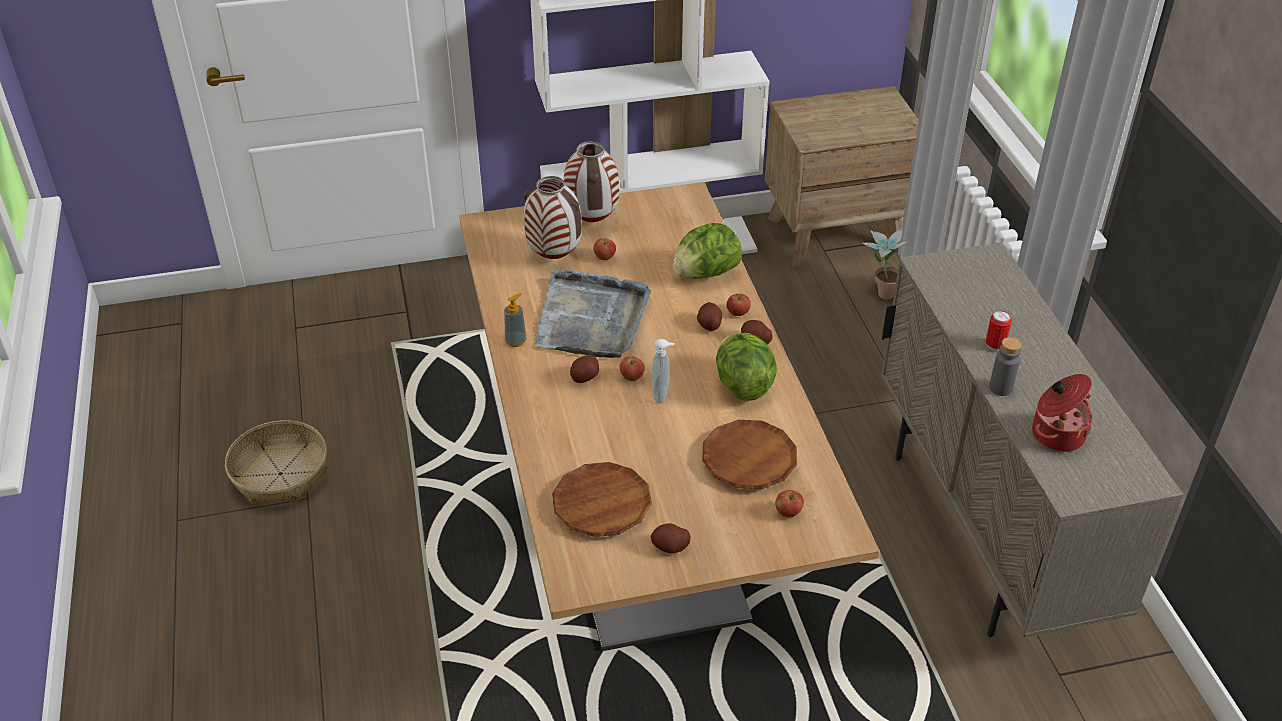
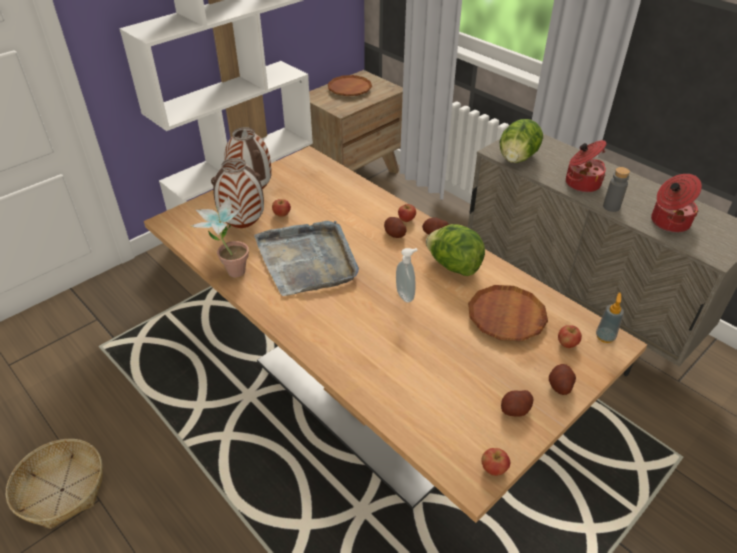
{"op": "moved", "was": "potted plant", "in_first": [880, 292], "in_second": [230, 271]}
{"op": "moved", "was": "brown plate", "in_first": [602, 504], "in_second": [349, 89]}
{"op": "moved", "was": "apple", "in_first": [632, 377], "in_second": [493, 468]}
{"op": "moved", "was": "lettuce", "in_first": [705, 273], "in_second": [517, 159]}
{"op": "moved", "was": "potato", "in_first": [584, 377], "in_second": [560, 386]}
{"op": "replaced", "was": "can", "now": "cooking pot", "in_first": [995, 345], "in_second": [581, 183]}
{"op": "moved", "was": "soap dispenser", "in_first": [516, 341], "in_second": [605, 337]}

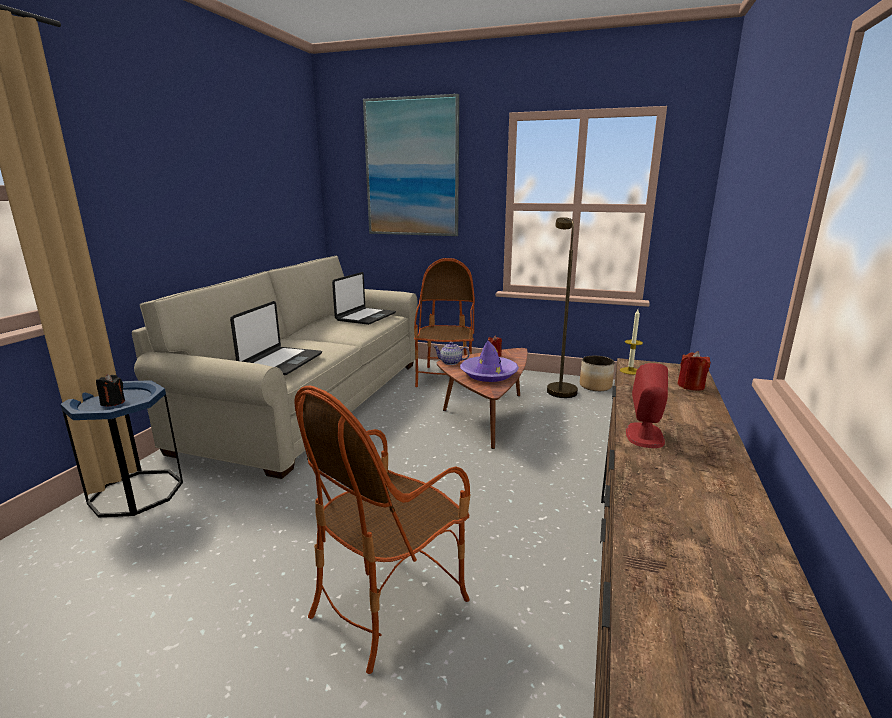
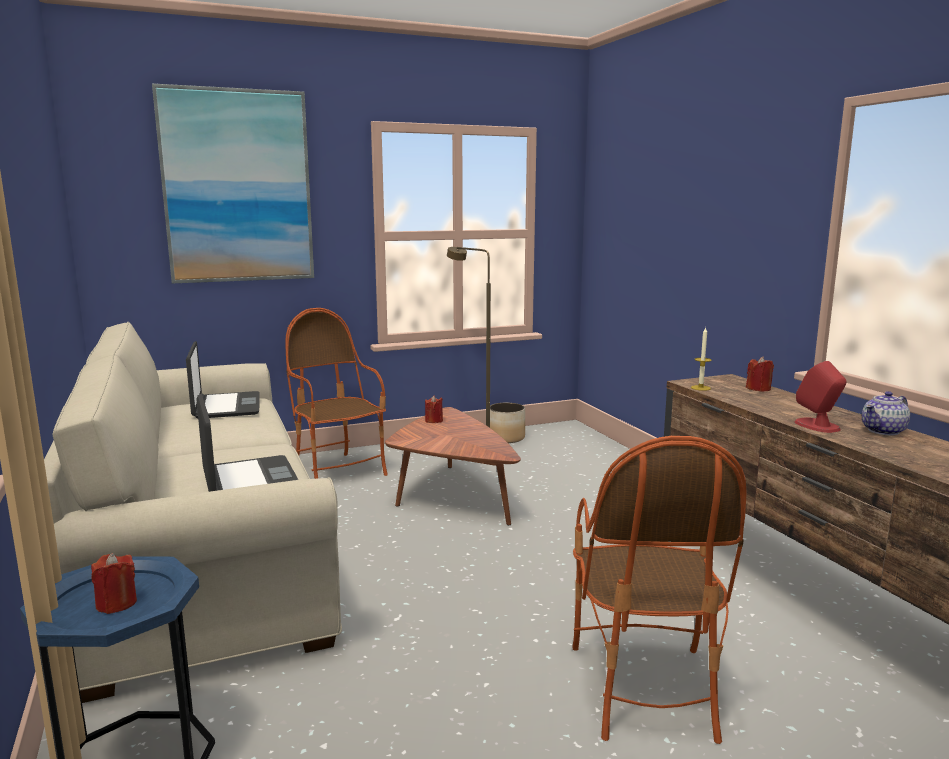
{"op": "recoloured", "was": "black candle", "now": "red candle", "in_first": [113, 402], "in_second": [116, 603]}
{"op": "moved", "was": "teapot", "in_first": [451, 362], "in_second": [884, 431]}
{"op": "removed", "was": "purple hat", "in_first": [488, 374]}

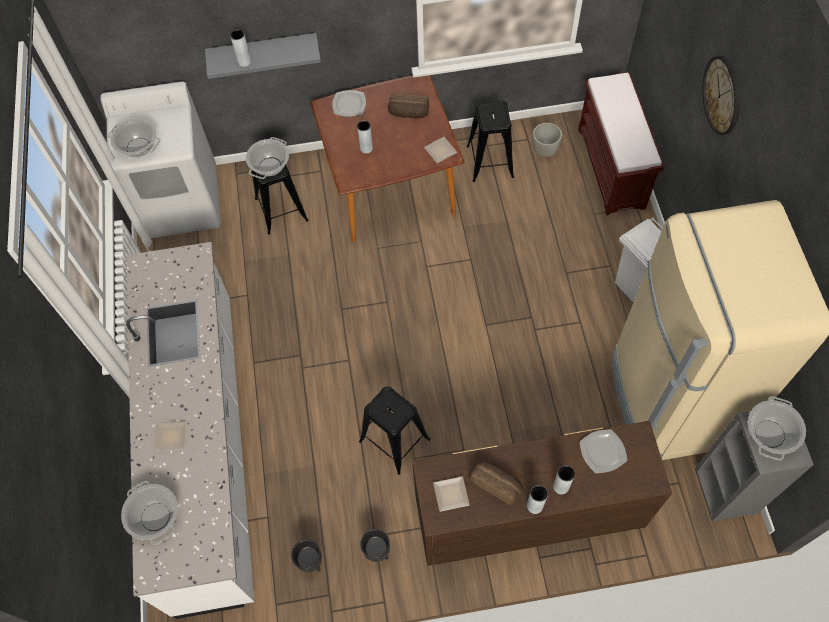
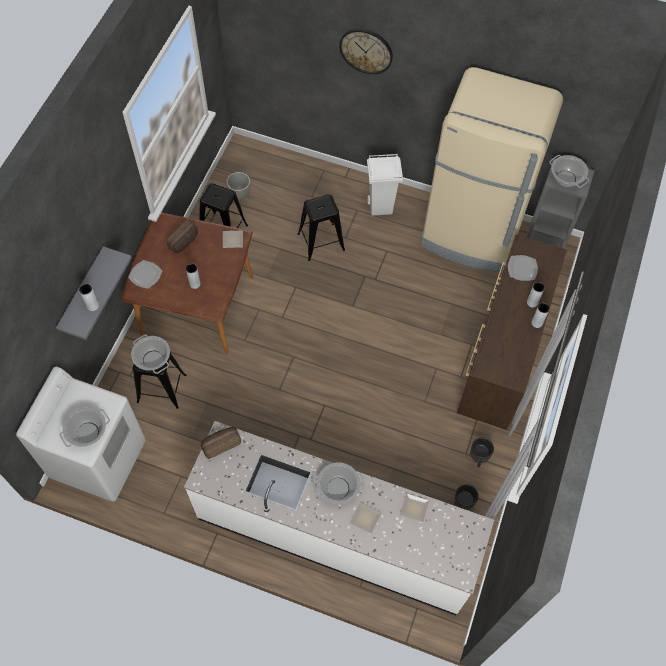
{"op": "moved", "was": "bread", "in_first": [496, 483], "in_second": [220, 444]}
{"op": "moved", "was": "black stool", "in_first": [394, 440], "in_second": [321, 242]}
{"op": "moved", "was": "cooking pot", "in_first": [156, 517], "in_second": [338, 488]}
{"op": "moved", "was": "plate", "in_first": [452, 495], "in_second": [415, 507]}
{"op": "removed", "was": "brown bench", "in_first": [612, 168]}

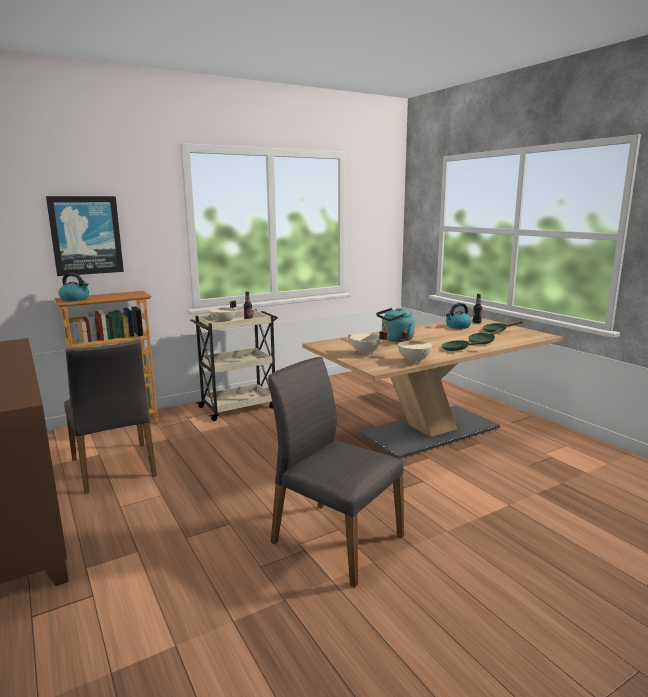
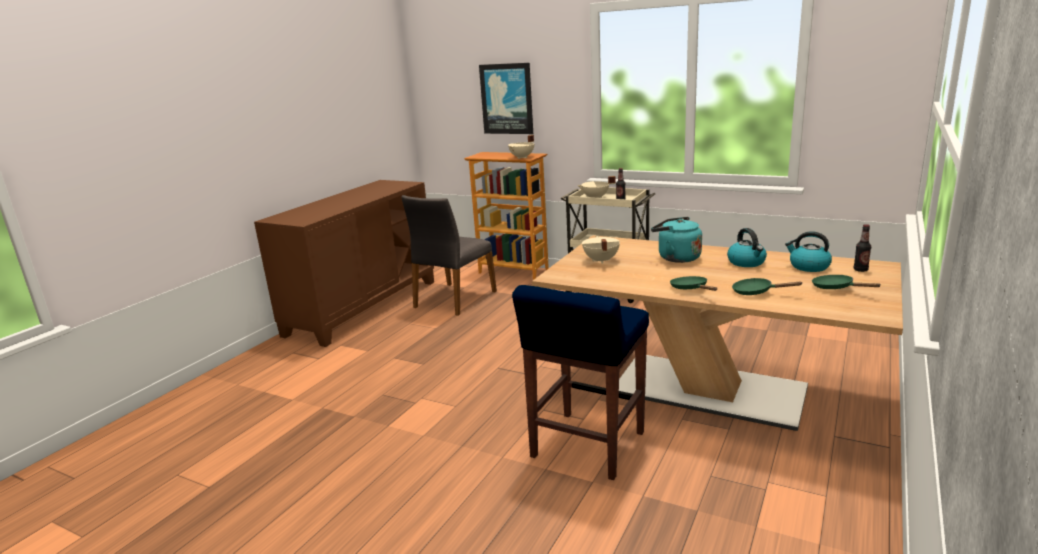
{"op": "moved", "was": "beige cooking pot", "in_first": [414, 361], "in_second": [522, 157]}
{"op": "added", "now": "blue stool", "in_second": [586, 446]}
{"op": "moved", "was": "kettle", "in_first": [75, 299], "in_second": [747, 262]}
{"op": "removed", "was": "grey chair", "in_first": [335, 539]}

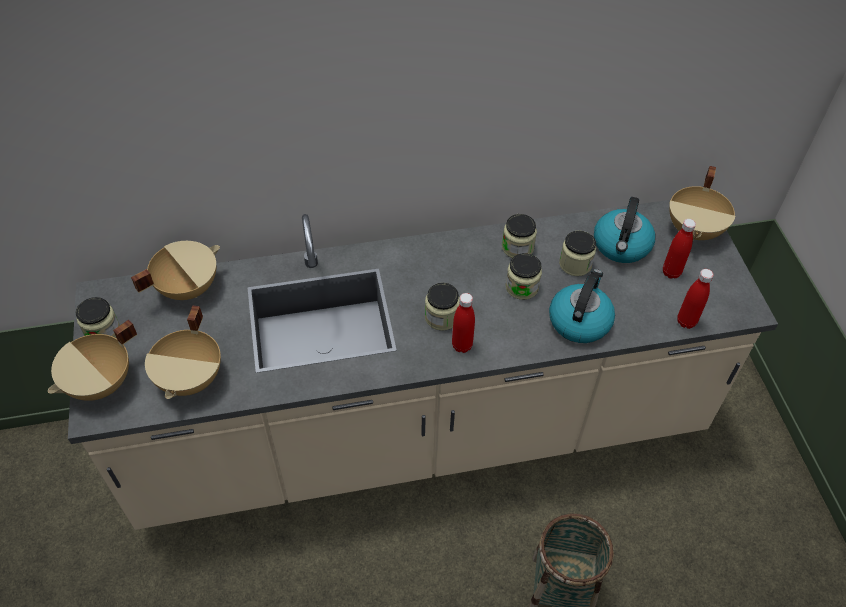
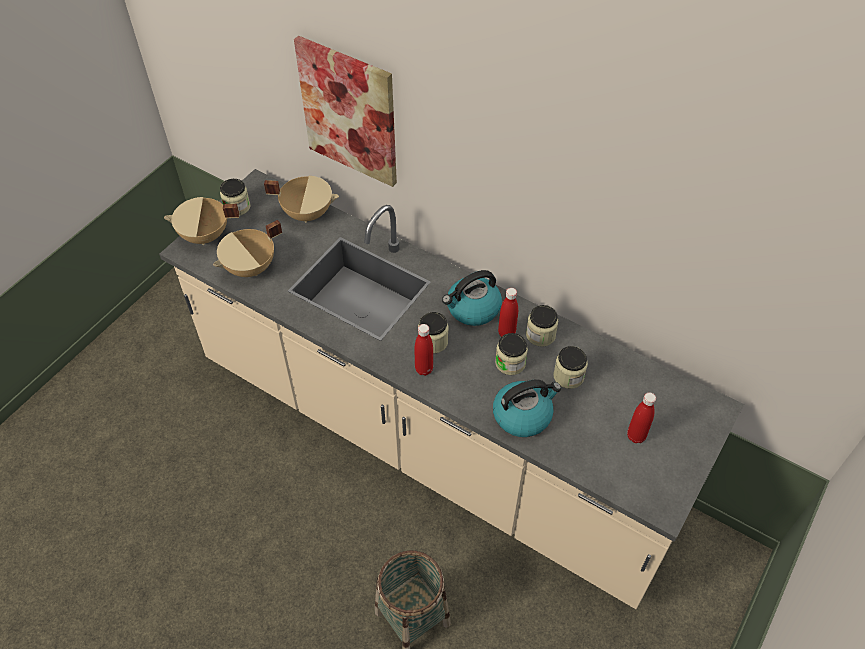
{"op": "added", "now": "picture", "in_second": [349, 112]}
{"op": "moved", "was": "kettle", "in_first": [621, 246], "in_second": [472, 309]}
{"op": "moved", "was": "red bottle", "in_first": [686, 321], "in_second": [506, 333]}
{"op": "removed", "was": "beige cooking pot", "in_first": [695, 230]}

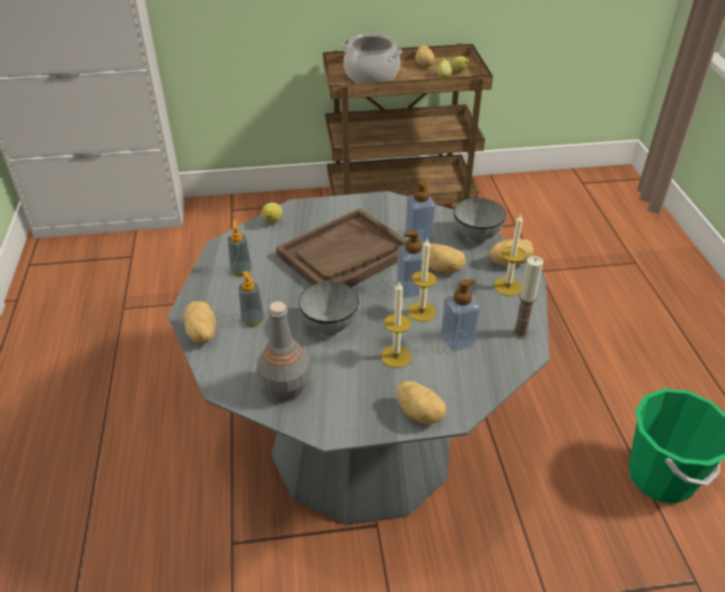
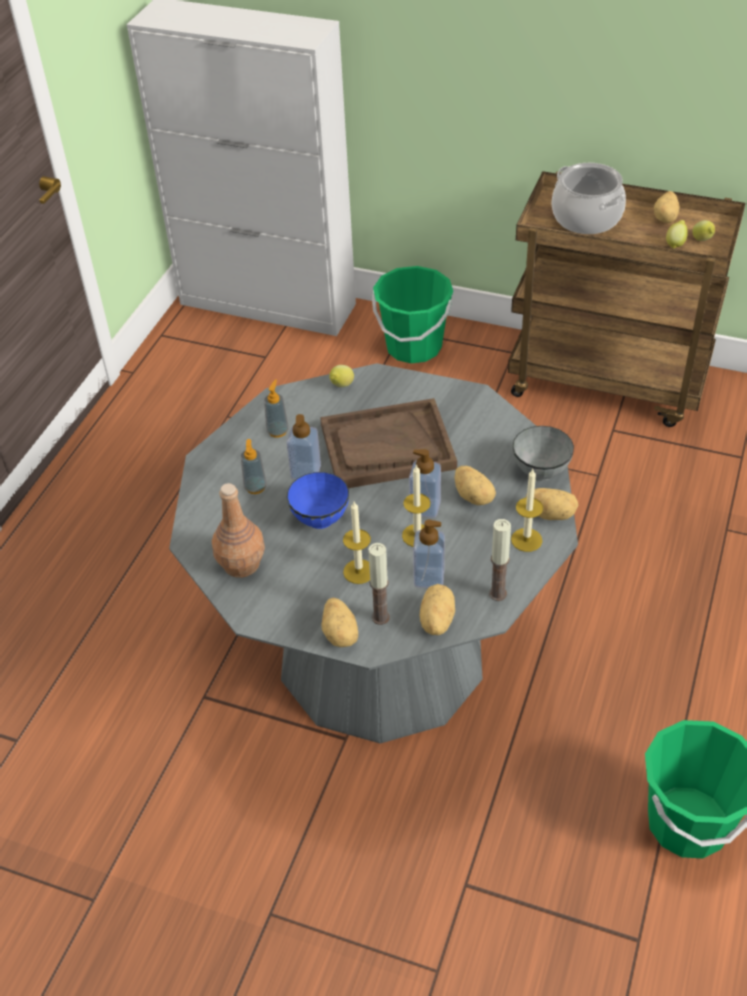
{"op": "recoloured", "was": "grey bottle", "now": "brown bottle", "in_first": [286, 388], "in_second": [241, 564]}
{"op": "moved", "was": "soap dispenser", "in_first": [418, 237], "in_second": [306, 472]}
{"op": "recoloured", "was": "grey bowl", "now": "blue bowl", "in_first": [330, 325], "in_second": [320, 517]}
{"op": "added", "now": "candle", "in_second": [380, 617]}
{"op": "added", "now": "green bucket", "in_second": [413, 347]}
{"op": "moved", "was": "potato", "in_first": [200, 334], "in_second": [435, 621]}

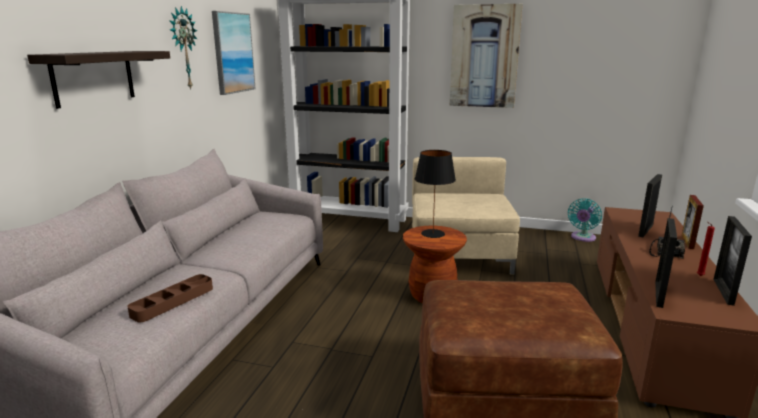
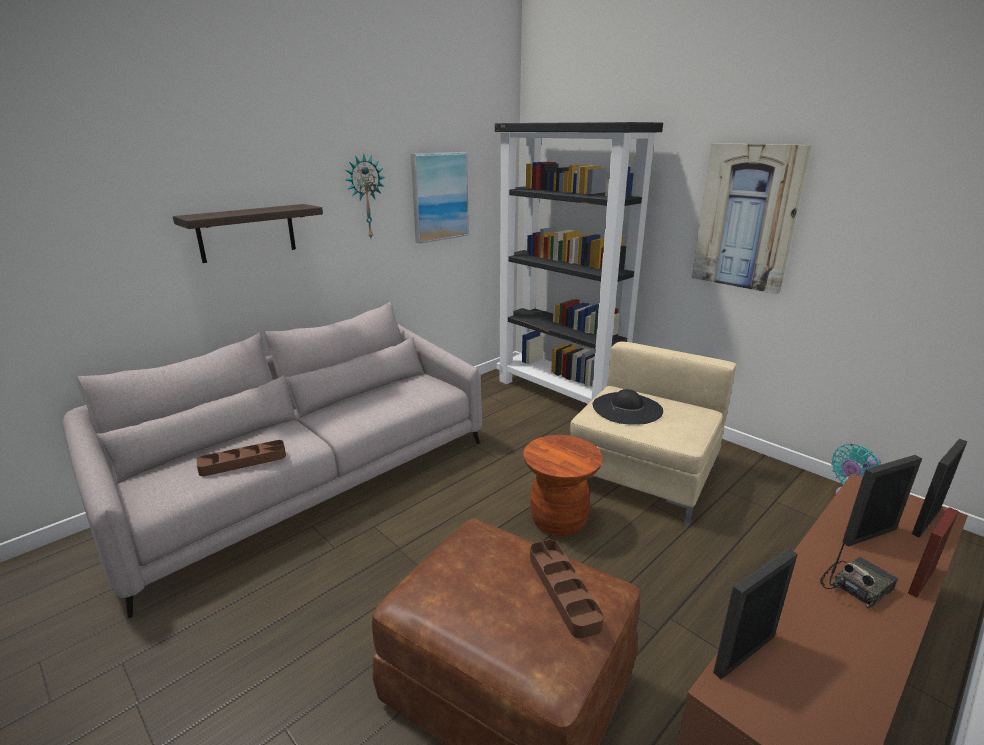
{"op": "added", "now": "brown tray", "in_second": [563, 590]}
{"op": "added", "now": "black hat", "in_second": [627, 408]}
{"op": "moved", "was": "picture frame", "in_first": [723, 291], "in_second": [926, 521]}
{"op": "removed", "was": "black table lamp", "in_first": [432, 234]}
{"op": "removed", "was": "red candle", "in_first": [699, 276]}

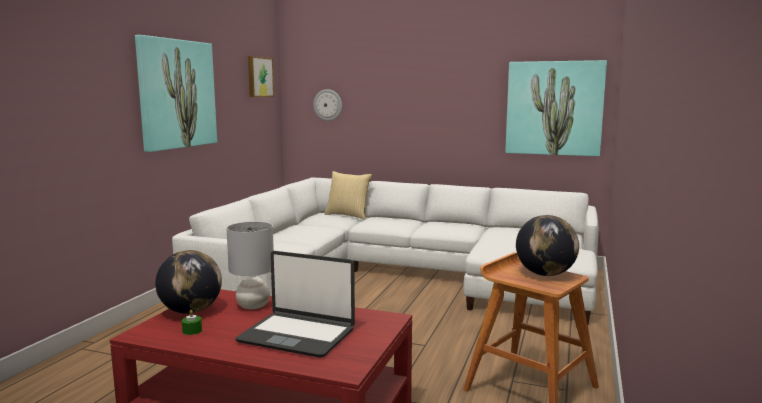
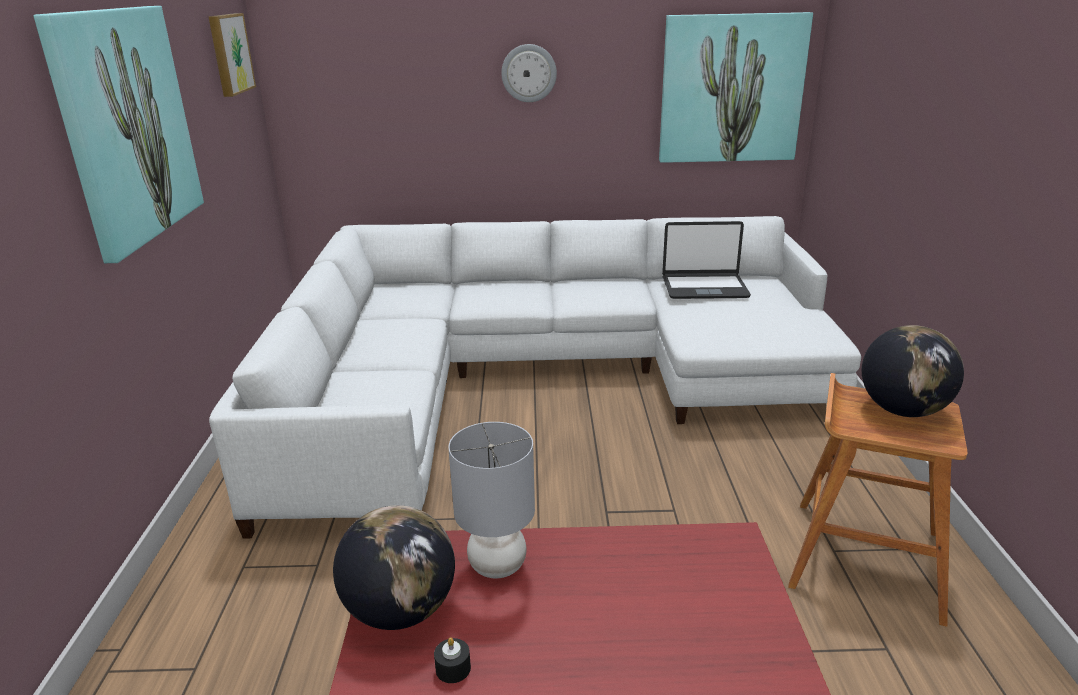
{"op": "recoloured", "was": "green candle", "now": "black candle", "in_first": [192, 331], "in_second": [453, 668]}
{"op": "moved", "was": "wall clock", "in_first": [328, 105], "in_second": [529, 73]}
{"op": "moved", "was": "laptop", "in_first": [297, 335], "in_second": [704, 287]}
{"op": "removed", "was": "pillow", "in_first": [348, 215]}

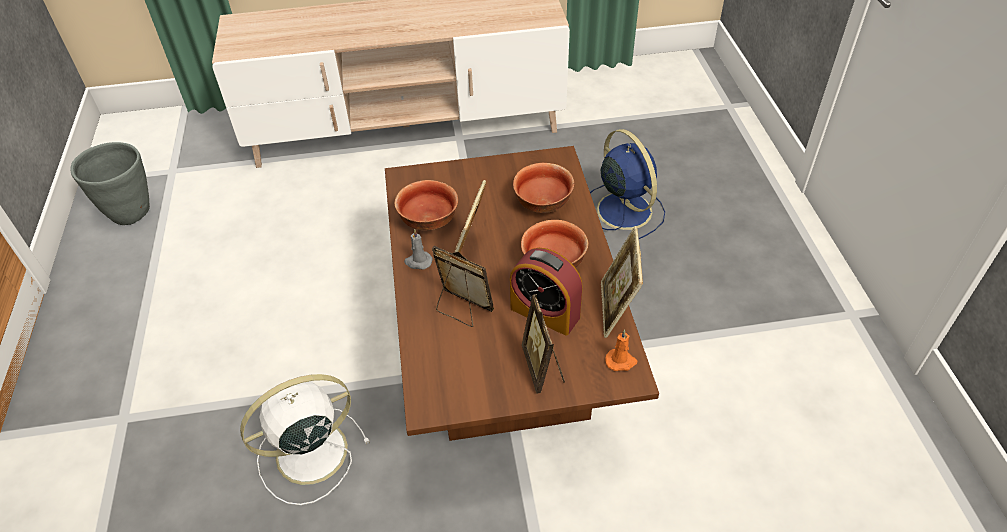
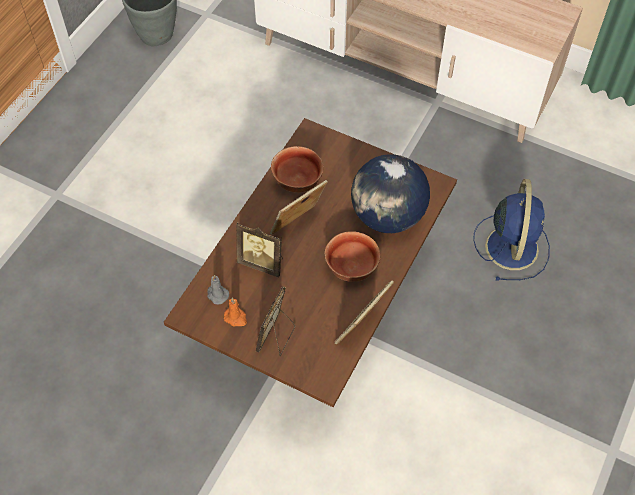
{"op": "moved", "was": "grey candle", "in_first": [418, 262], "in_second": [217, 294]}
{"op": "moved", "was": "orange candle", "in_first": [621, 361], "in_second": [236, 318]}
{"op": "turned", "was": "picture frame", "in_first": [462, 309], "in_second": [262, 262], "clockwise": 135}
{"op": "replaced", "was": "bowl", "now": "globe", "in_first": [544, 204], "in_second": [388, 216]}
{"op": "removed", "was": "white fan", "in_first": [308, 454]}
{"op": "removed", "was": "alarm clock", "in_first": [545, 313]}

